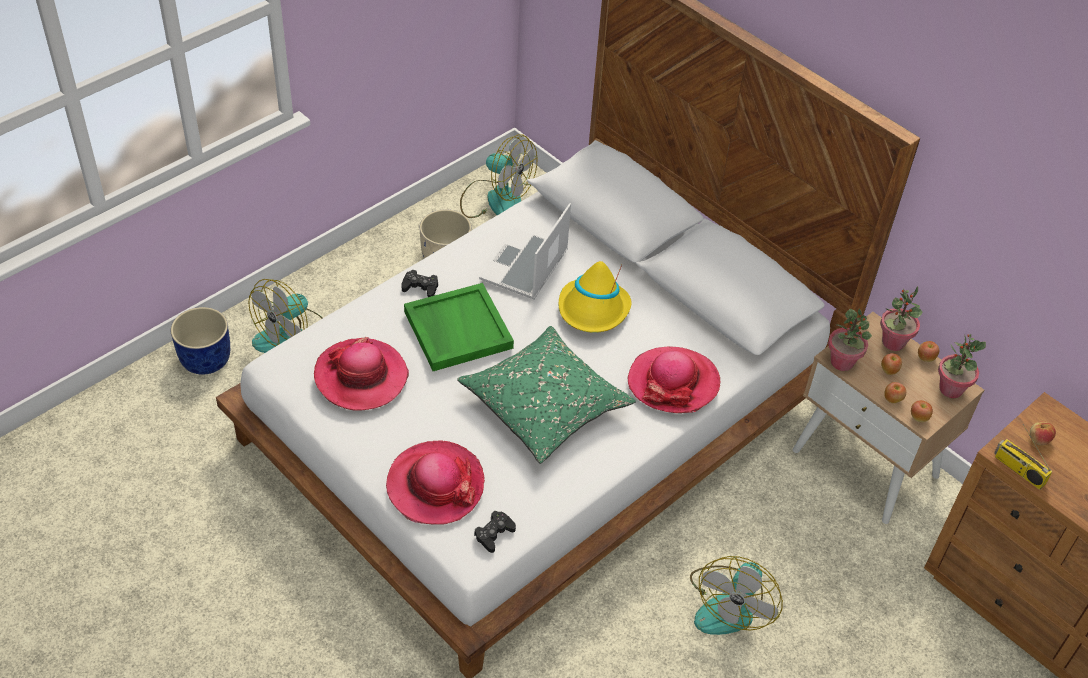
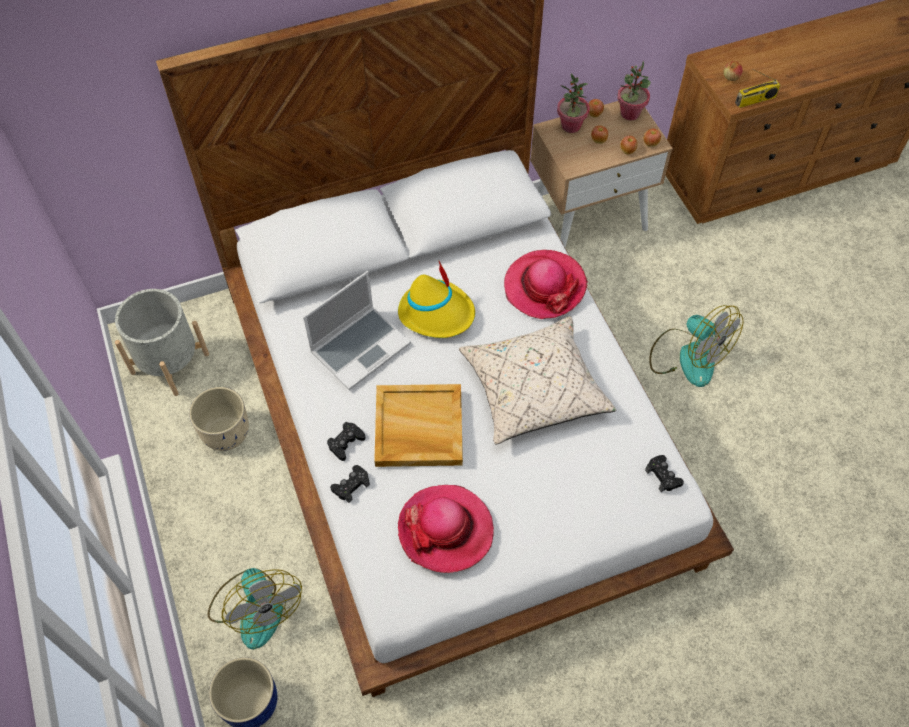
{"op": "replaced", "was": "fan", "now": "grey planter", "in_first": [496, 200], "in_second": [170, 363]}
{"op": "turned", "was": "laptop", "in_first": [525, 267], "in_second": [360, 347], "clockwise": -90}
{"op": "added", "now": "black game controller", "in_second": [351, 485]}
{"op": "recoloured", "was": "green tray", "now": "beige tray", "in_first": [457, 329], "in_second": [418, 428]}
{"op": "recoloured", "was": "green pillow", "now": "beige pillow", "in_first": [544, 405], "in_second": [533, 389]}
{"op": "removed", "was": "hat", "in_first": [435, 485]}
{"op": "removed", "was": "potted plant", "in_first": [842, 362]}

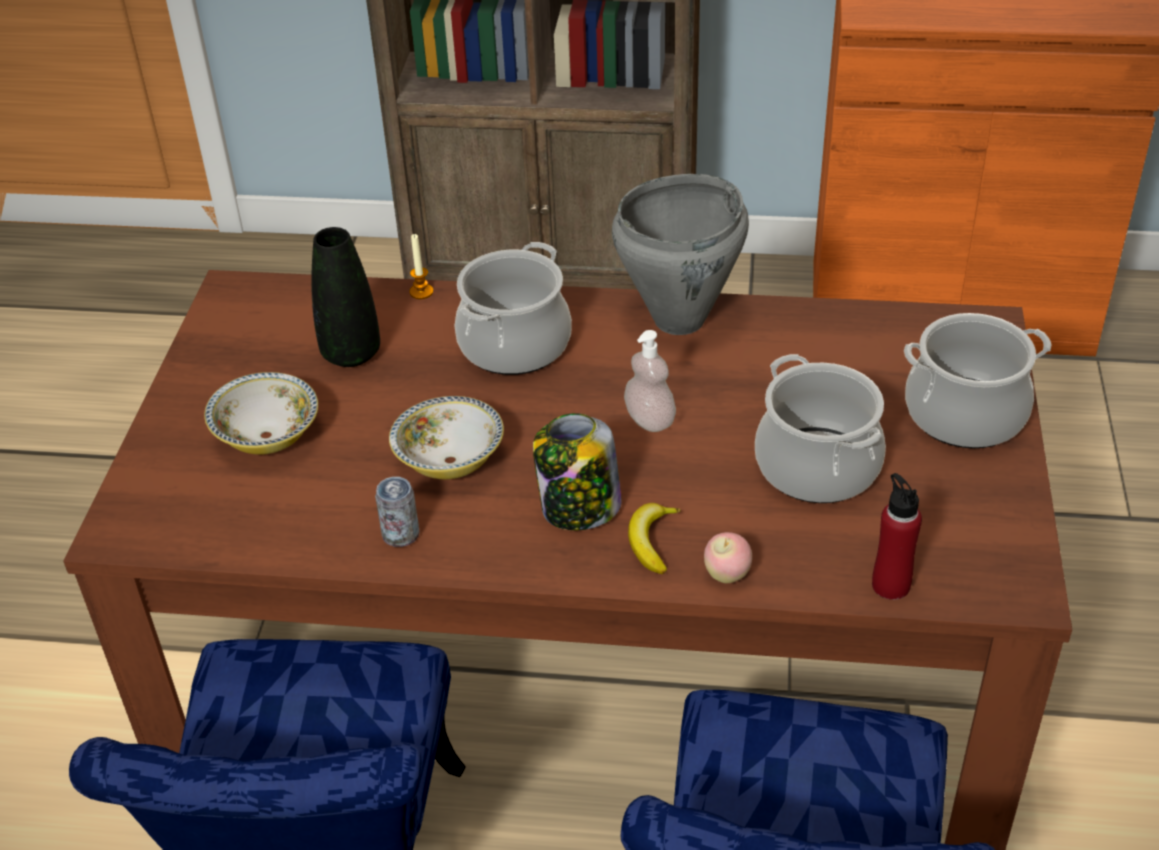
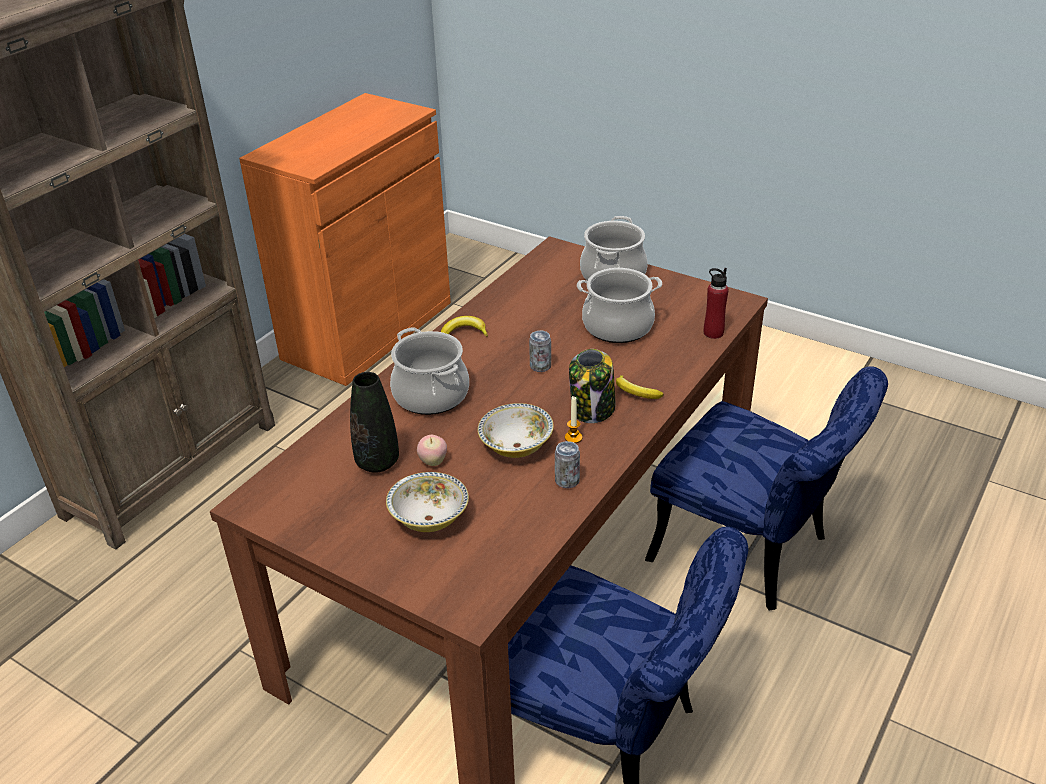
{"op": "moved", "was": "apple", "in_first": [727, 575], "in_second": [433, 462]}
{"op": "replaced", "was": "grey cooking pot", "now": "banana", "in_first": [680, 320], "in_second": [464, 332]}
{"op": "replaced", "was": "soap dispenser", "now": "can", "in_first": [649, 420], "in_second": [540, 366]}
{"op": "moved", "was": "candle", "in_first": [421, 292], "in_second": [573, 438]}

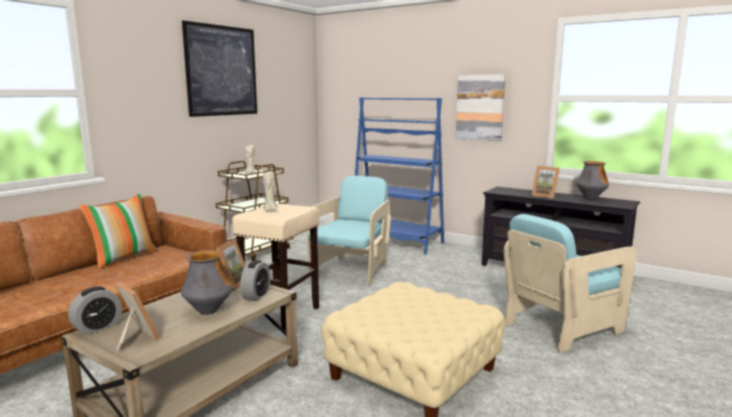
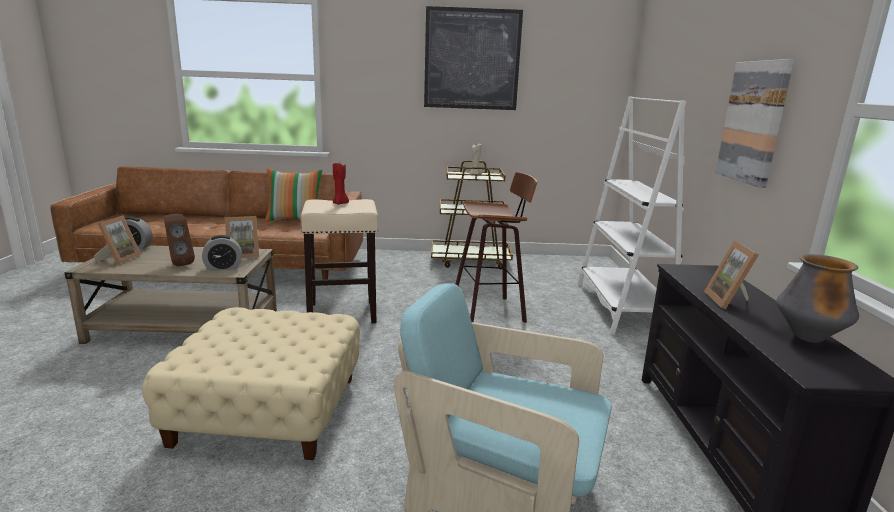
{"op": "replaced", "was": "vase", "now": "brown speaker", "in_first": [208, 311], "in_second": [179, 263]}
{"op": "recoloured", "was": "beige candle", "now": "red candle", "in_first": [270, 210], "in_second": [340, 203]}
{"op": "replaced", "was": "turquoise armchair", "now": "stool", "in_first": [352, 270], "in_second": [490, 310]}
{"op": "recoloured", "was": "blue bookcase", "now": "white bookcase", "in_first": [396, 241], "in_second": [622, 307]}

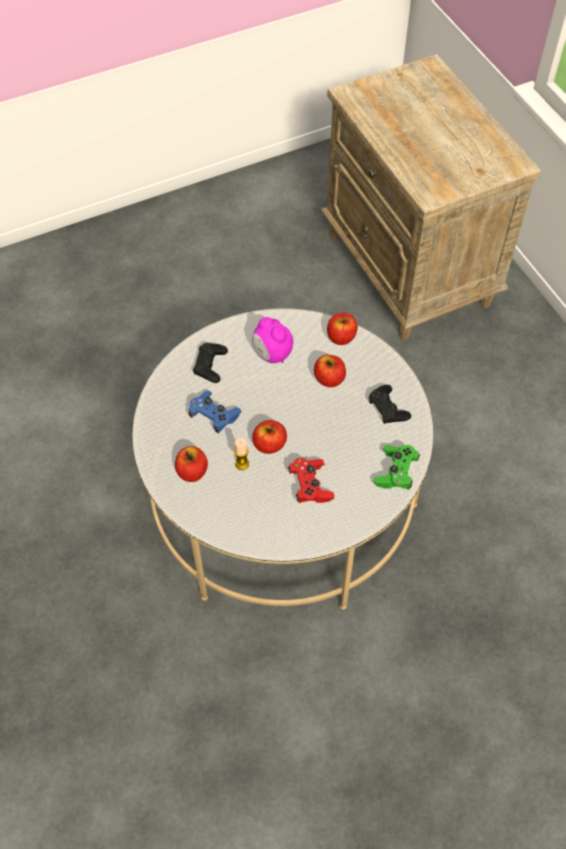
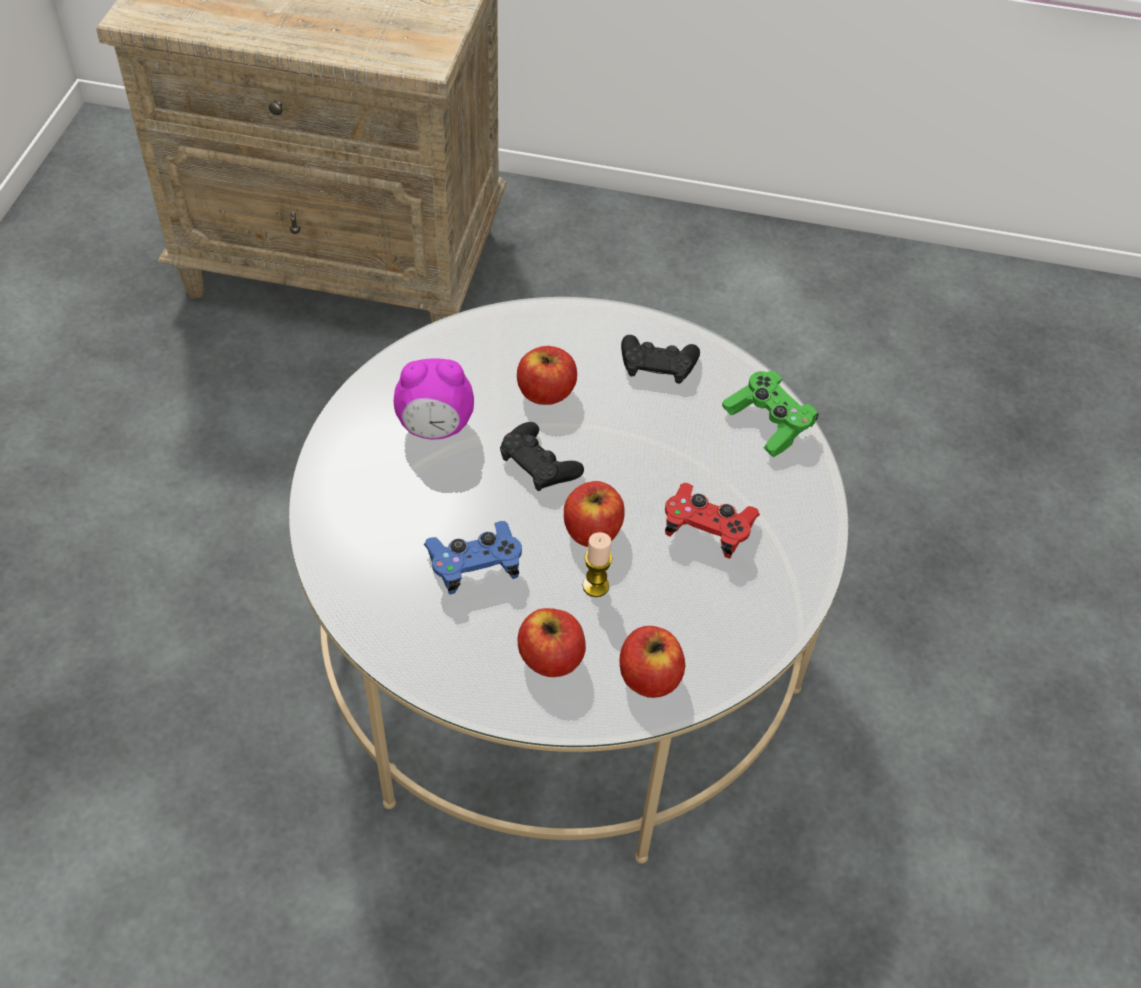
{"op": "moved", "was": "black game controller", "in_first": [210, 365], "in_second": [539, 464]}
{"op": "moved", "was": "apple", "in_first": [341, 337], "in_second": [649, 677]}

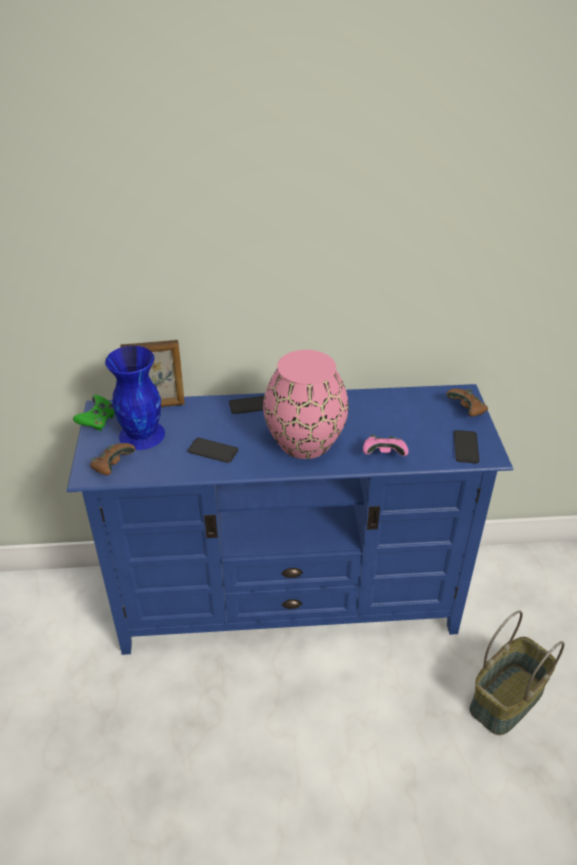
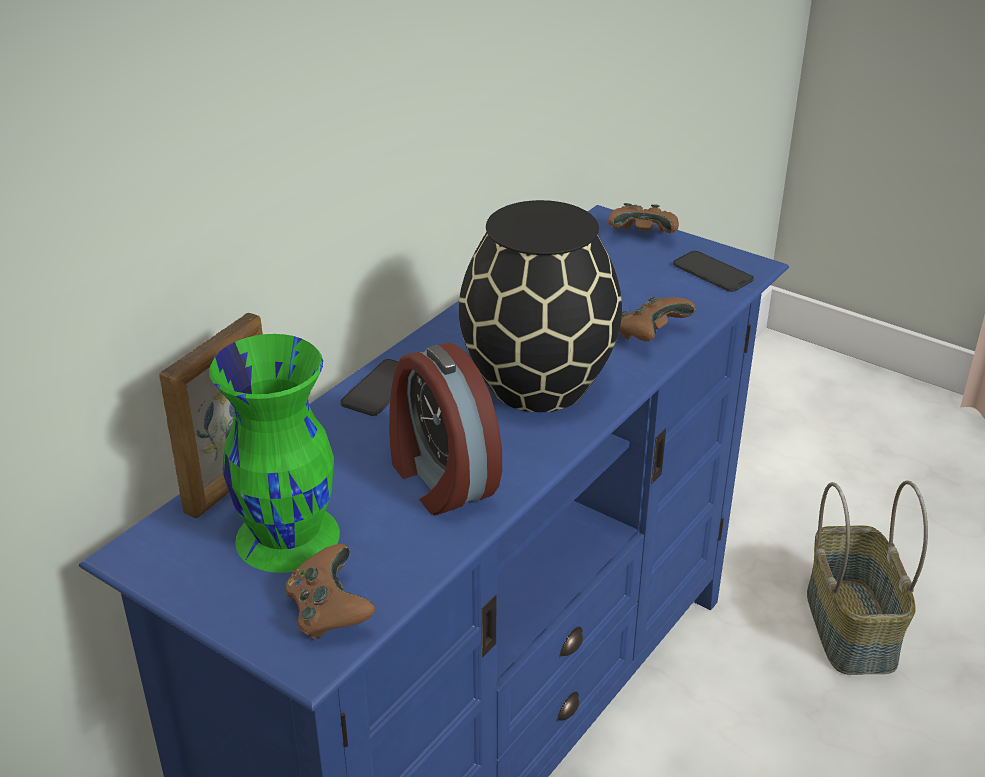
{"op": "recoloured", "was": "blue vase", "now": "green vase", "in_first": [143, 434], "in_second": [289, 535]}
{"op": "replaced", "was": "phone", "now": "alarm clock", "in_first": [213, 451], "in_second": [440, 478]}
{"op": "recoloured", "was": "pink vase", "now": "black vase", "in_first": [305, 441], "in_second": [537, 383]}
{"op": "recoloured", "was": "pink game controller", "now": "brown game controller", "in_first": [384, 455], "in_second": [651, 335]}
{"op": "removed", "was": "green game controller", "in_first": [98, 422]}

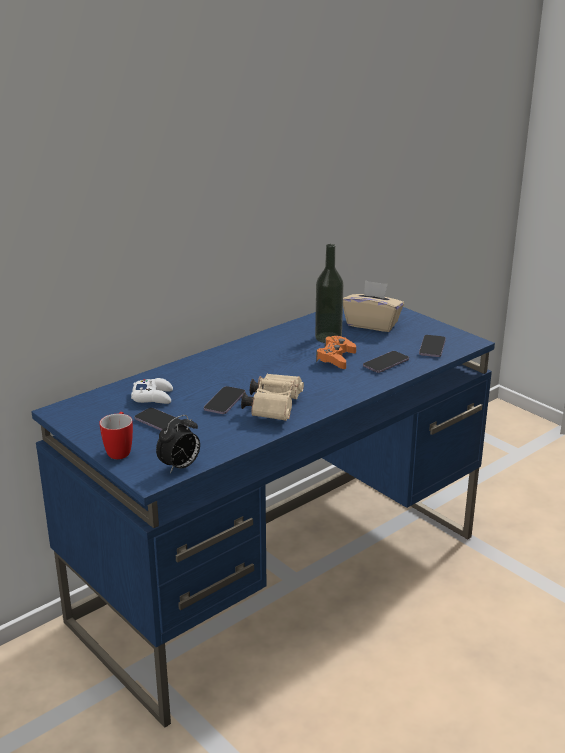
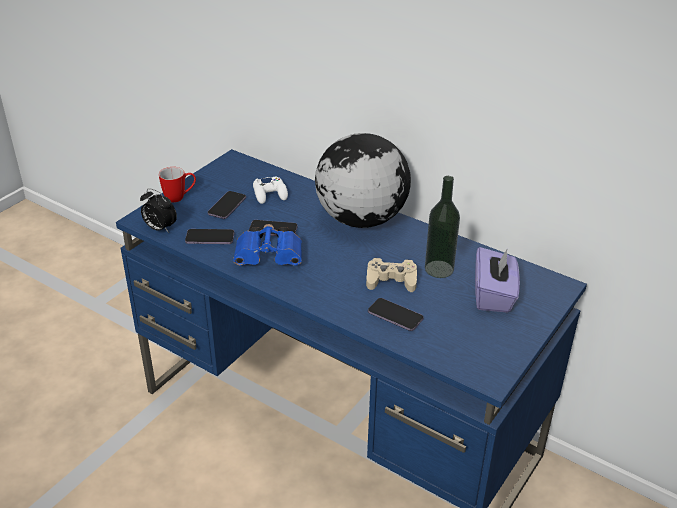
{"op": "moved", "was": "phone", "in_first": [432, 347], "in_second": [210, 238]}
{"op": "recoloured", "was": "beige binoculars", "now": "blue binoculars", "in_first": [274, 408], "in_second": [271, 258]}
{"op": "added", "now": "globe", "in_second": [360, 219]}
{"op": "recoloured", "was": "orange game controller", "now": "beige game controller", "in_first": [335, 358], "in_second": [391, 280]}
{"op": "recoloured", "was": "beige tissue box", "now": "purple tissue box", "in_first": [372, 324], "in_second": [493, 295]}

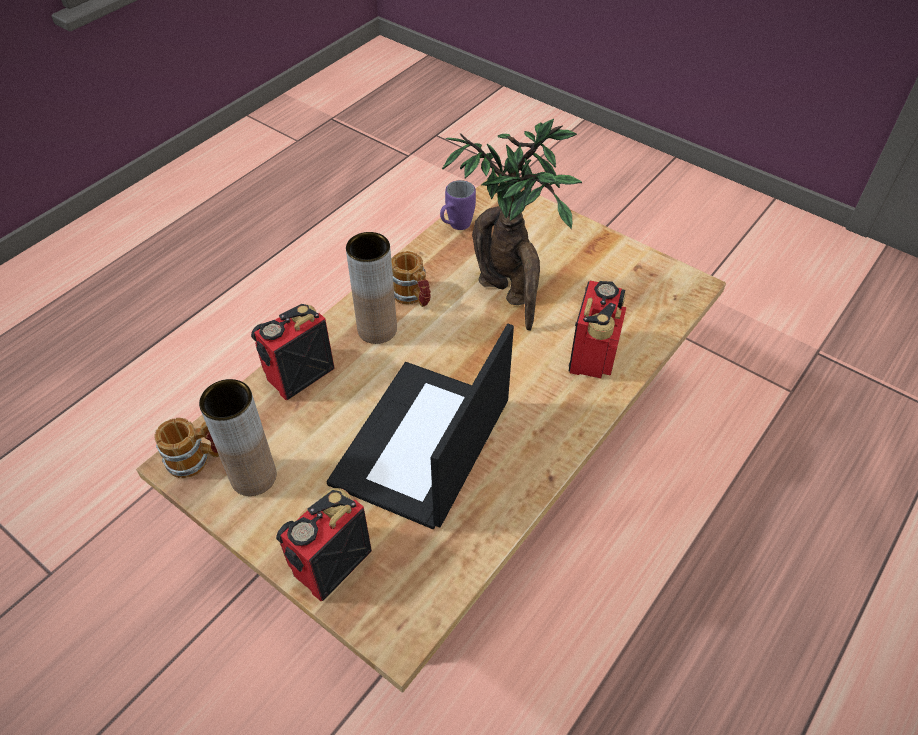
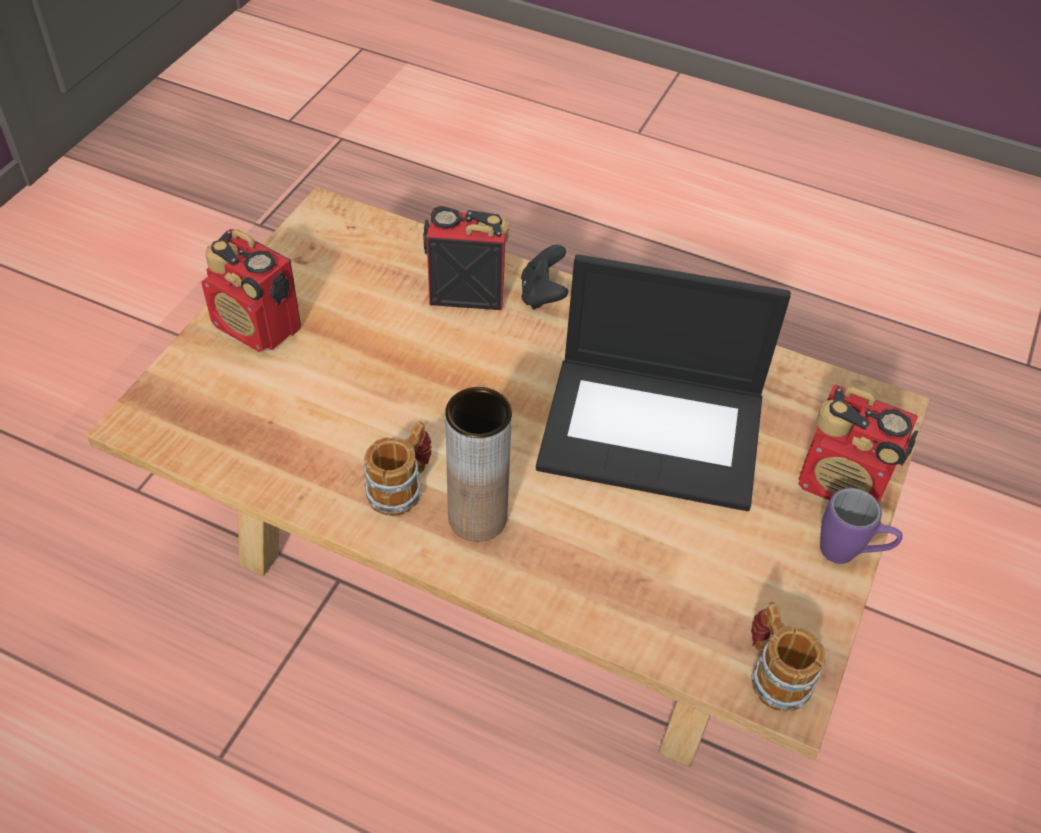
{"op": "moved", "was": "radio", "in_first": [298, 374], "in_second": [258, 327]}
{"op": "added", "now": "black game controller", "in_second": [543, 294]}
{"op": "moved", "was": "purple mug", "in_first": [455, 227], "in_second": [849, 554]}
{"op": "removed", "was": "brown vase", "in_first": [253, 477]}
{"op": "removed", "was": "potted plant", "in_first": [509, 295]}

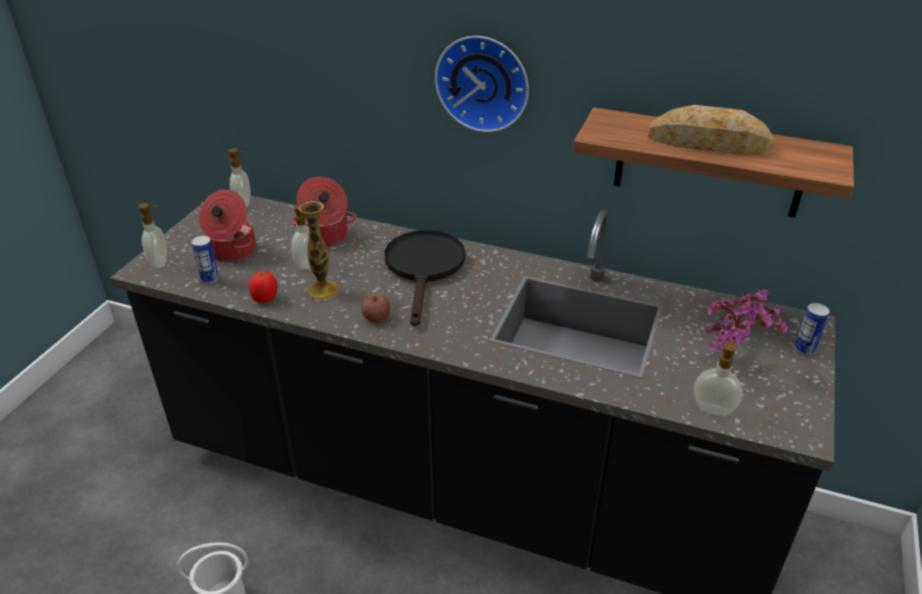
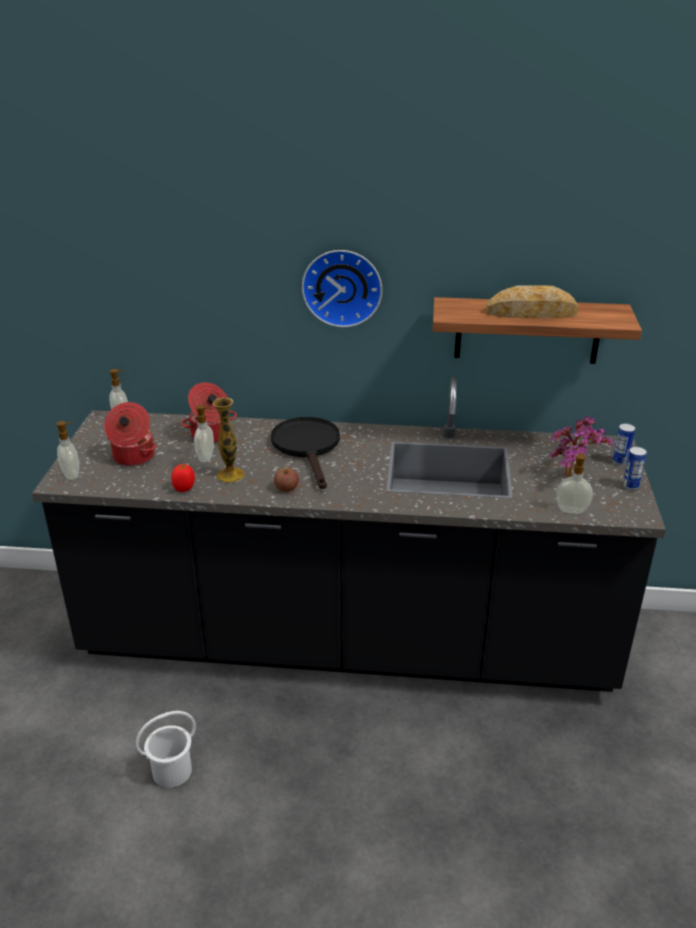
{"op": "moved", "was": "can", "in_first": [210, 279], "in_second": [630, 486]}

